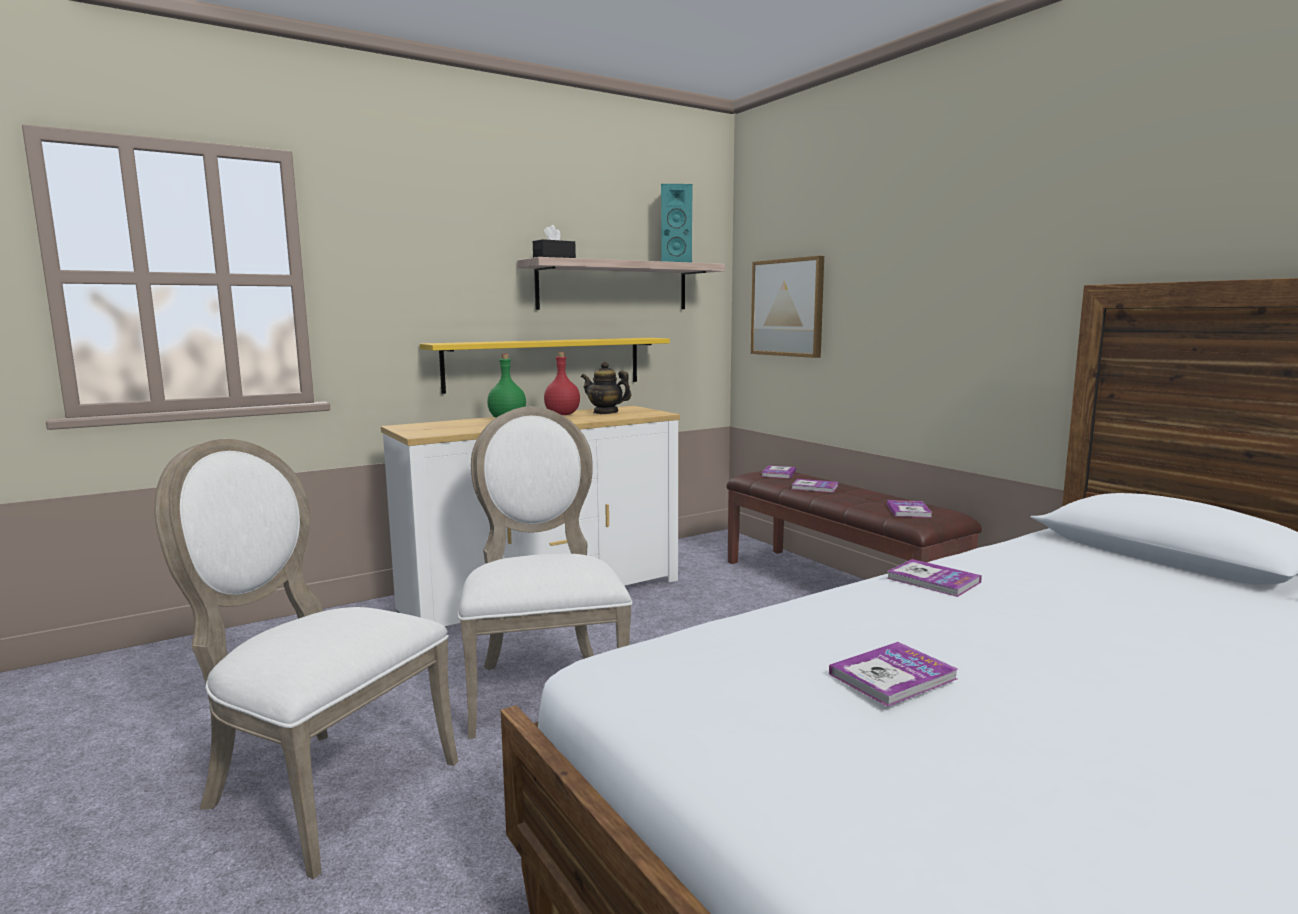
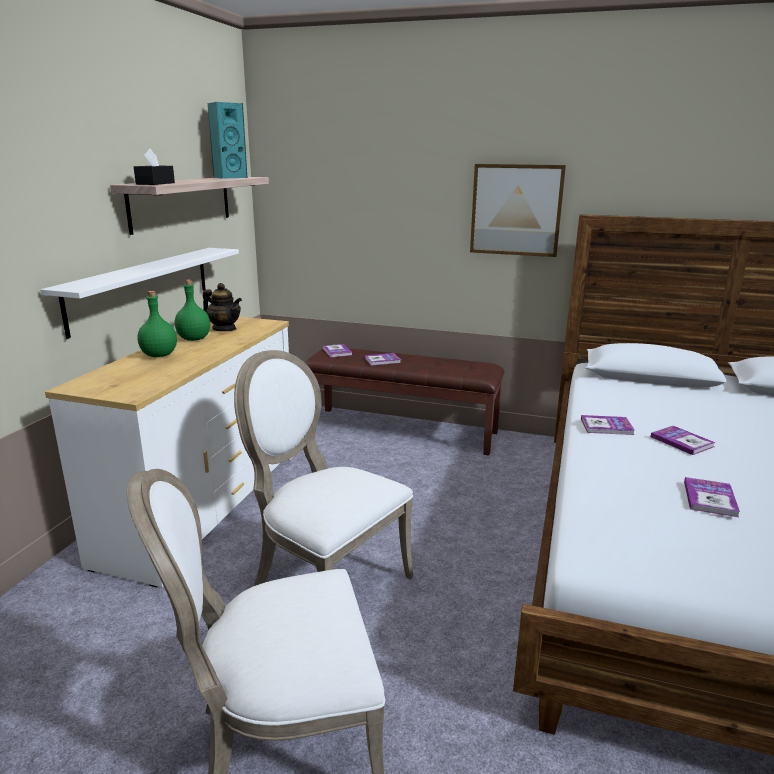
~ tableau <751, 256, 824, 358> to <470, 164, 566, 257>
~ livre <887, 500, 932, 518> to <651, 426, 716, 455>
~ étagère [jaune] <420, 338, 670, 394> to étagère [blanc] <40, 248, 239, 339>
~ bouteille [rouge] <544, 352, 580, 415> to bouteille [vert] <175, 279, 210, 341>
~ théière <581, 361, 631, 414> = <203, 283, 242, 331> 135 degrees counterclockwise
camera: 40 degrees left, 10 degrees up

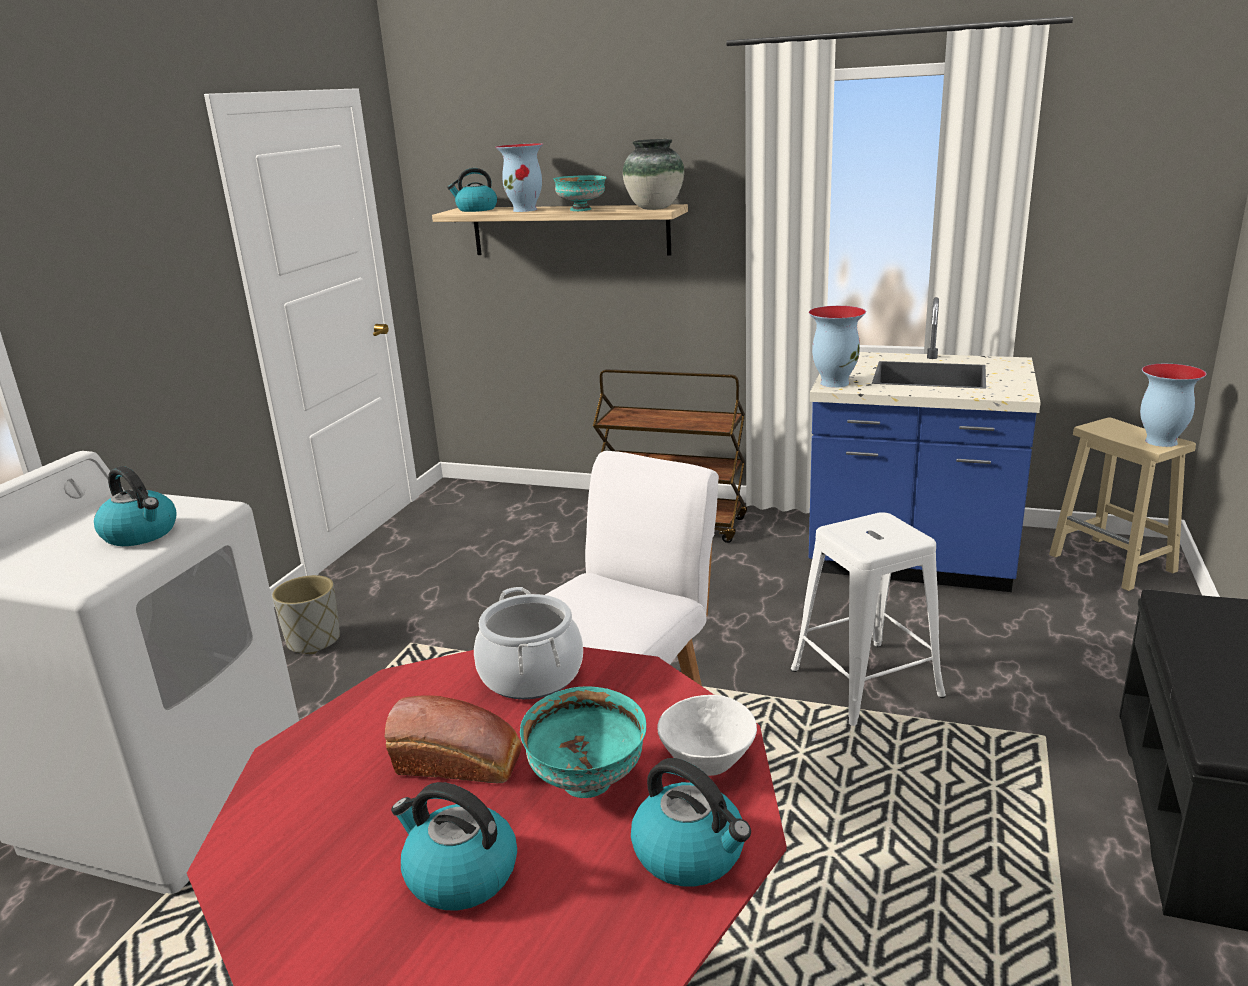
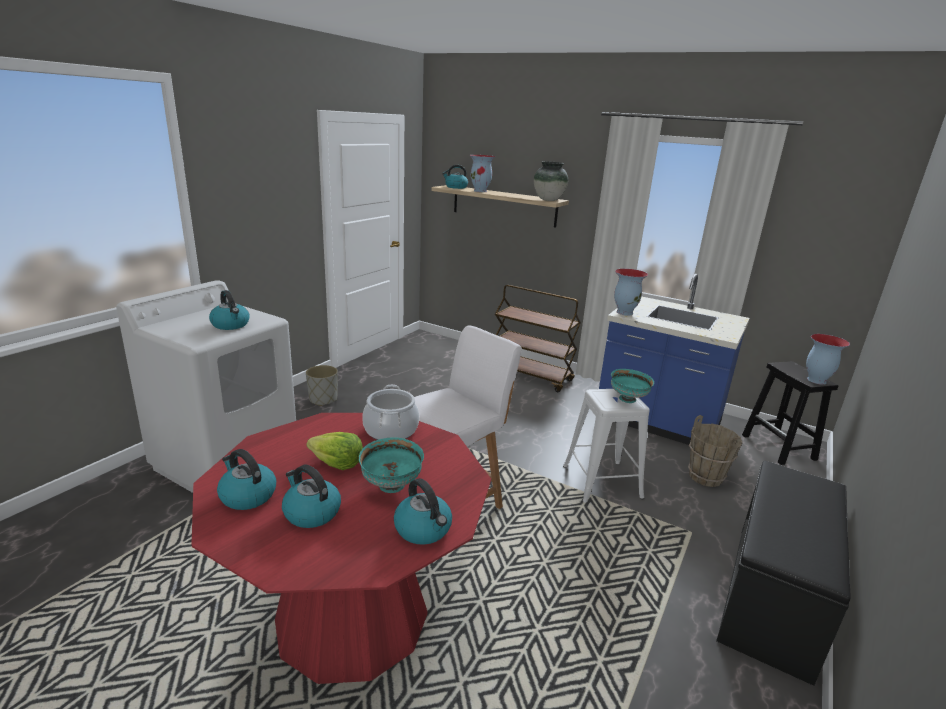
- bol [blanc] <657, 695, 757, 776>
+ bouilloire <217, 449, 276, 510>
+ seau [marron] <688, 415, 742, 487>
~ bol [turquoise] <553, 175, 607, 211> to <611, 369, 654, 403>
~ pain <384, 695, 522, 783> to laitue <307, 432, 363, 470>
~ tabouret [beige] <1049, 417, 1196, 591> to tabouret [noir] <742, 361, 838, 465>
camera: 10 degrees right, 0 degrees up

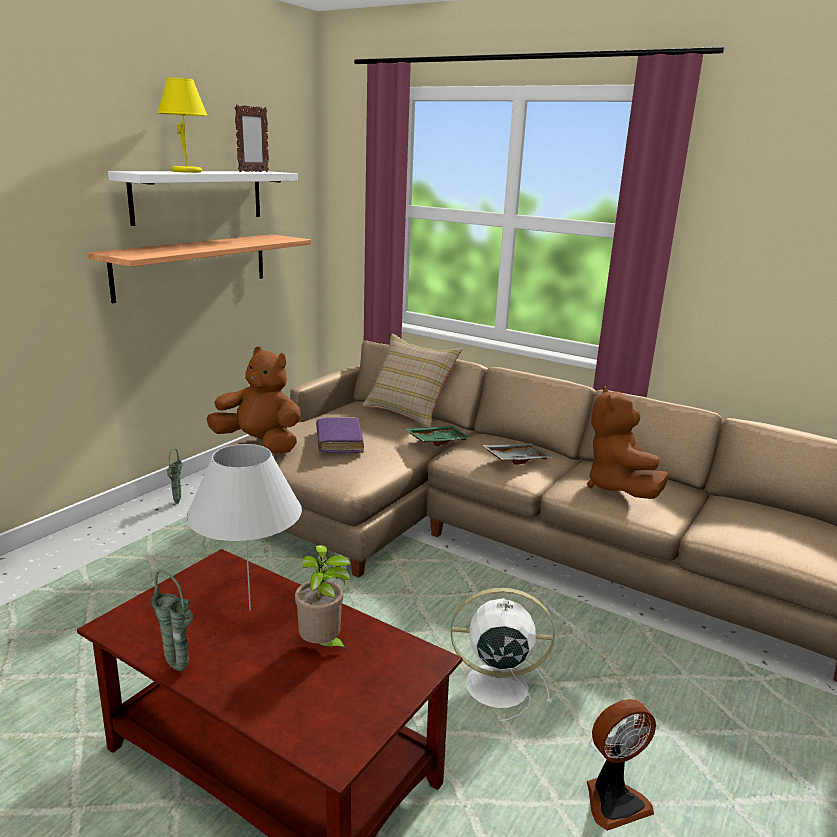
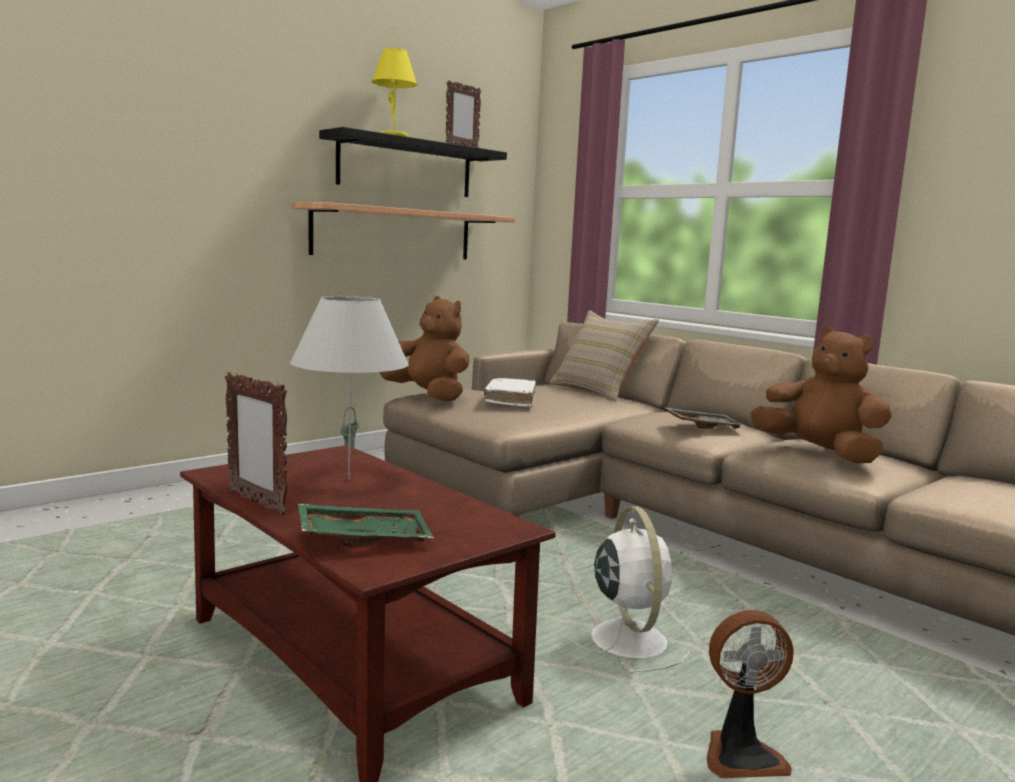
- plante en pot <295, 545, 351, 653>
~ plateau [vert] <406, 426, 471, 446> to <298, 503, 434, 547>
~ vase [vert] <151, 570, 194, 671> to cadre photo <225, 372, 287, 515>
~ étagère [blanc] <108, 171, 298, 226> to étagère [noir] <319, 127, 507, 197>
~ livre [violet] <316, 417, 364, 453> to livre [blanc] <483, 378, 536, 407>
~ ventilateur [blanc] <451, 588, 555, 721> = <574, 506, 689, 674> 60 degrees clockwise
~ peluche [marron] <587, 386, 668, 499> = <750, 327, 892, 463> 120 degrees clockwise
camera: 15 degrees right, 10 degrees down

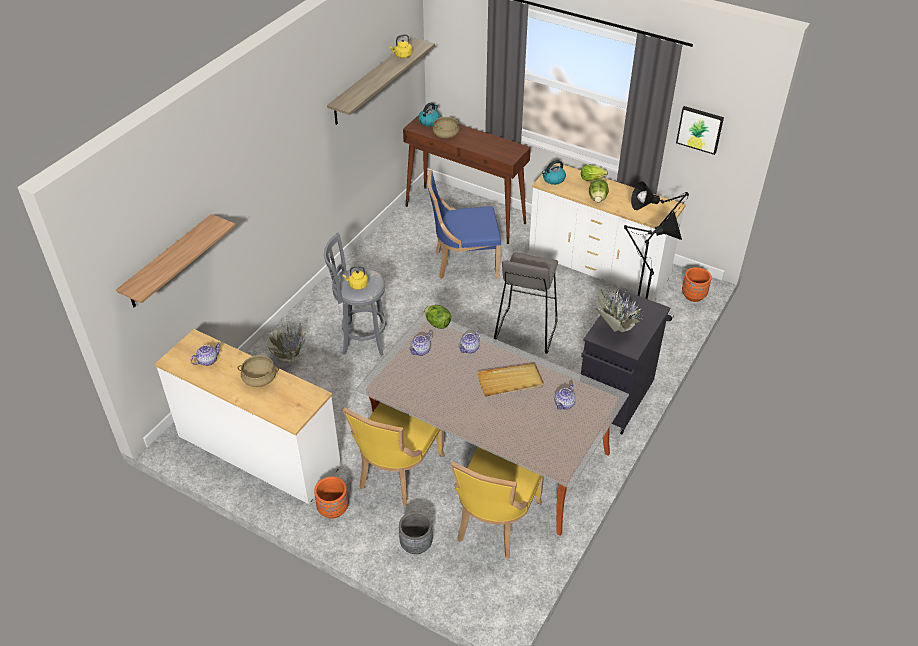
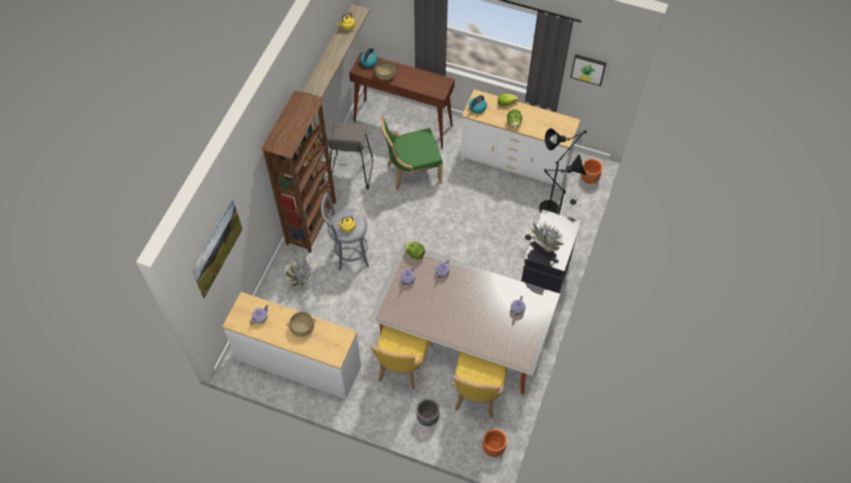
- plateau [beige] <477, 363, 544, 397>
+ bibliothèque [marron] <261, 90, 336, 253>
~ cache-pot [orange] <314, 477, 349, 518> to <483, 429, 507, 457>
~ tabouret [gris] <494, 252, 558, 354> to <327, 122, 373, 190>
~ étagère <116, 214, 236, 307> to tableau <192, 199, 243, 298>
~ chaise [bleu] <428, 170, 501, 279> to chaise [vert] <381, 115, 443, 190>
camera: 10 degrees left, 15 degrees up

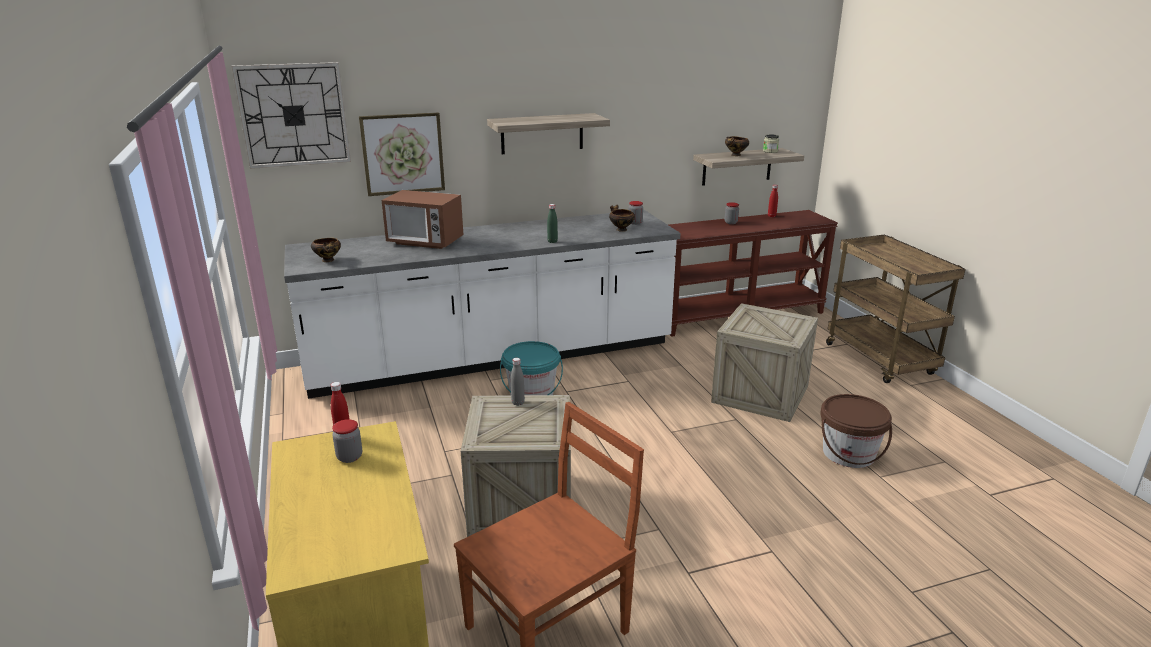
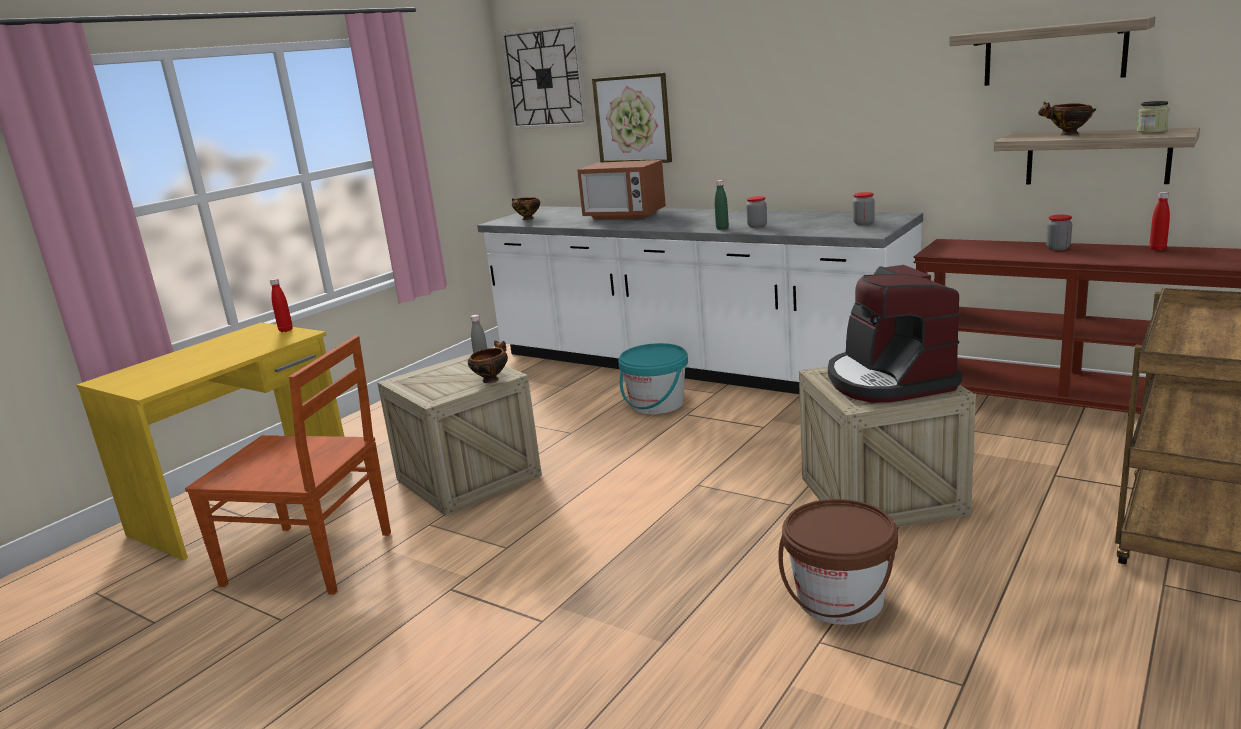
+ machine à café <828, 265, 962, 403>
~ bocal <332, 419, 362, 463> to <746, 196, 767, 228>
~ étagère <487, 113, 610, 154> to <949, 16, 1155, 86>
~ bol <609, 205, 635, 232> to <468, 340, 508, 383>
~ micro-ondes <381, 190, 463, 249> = <577, 160, 666, 219> 45 degrees counterclockwise
camera: 55 degrees right, 5 degrees down

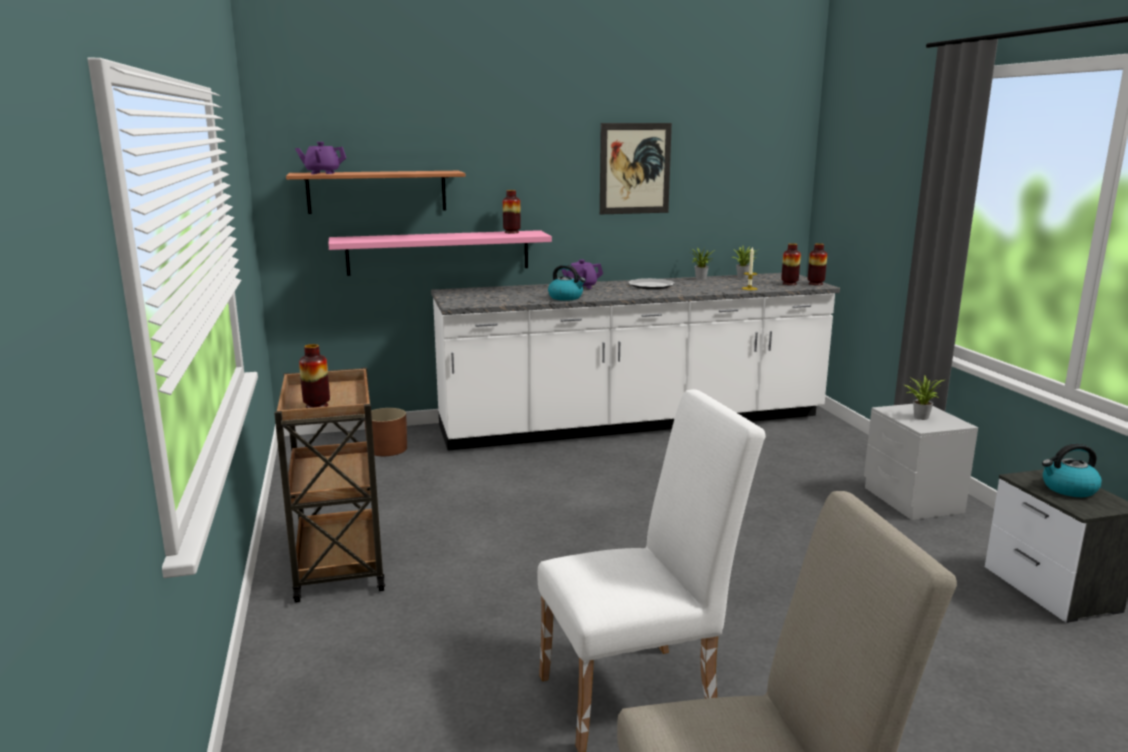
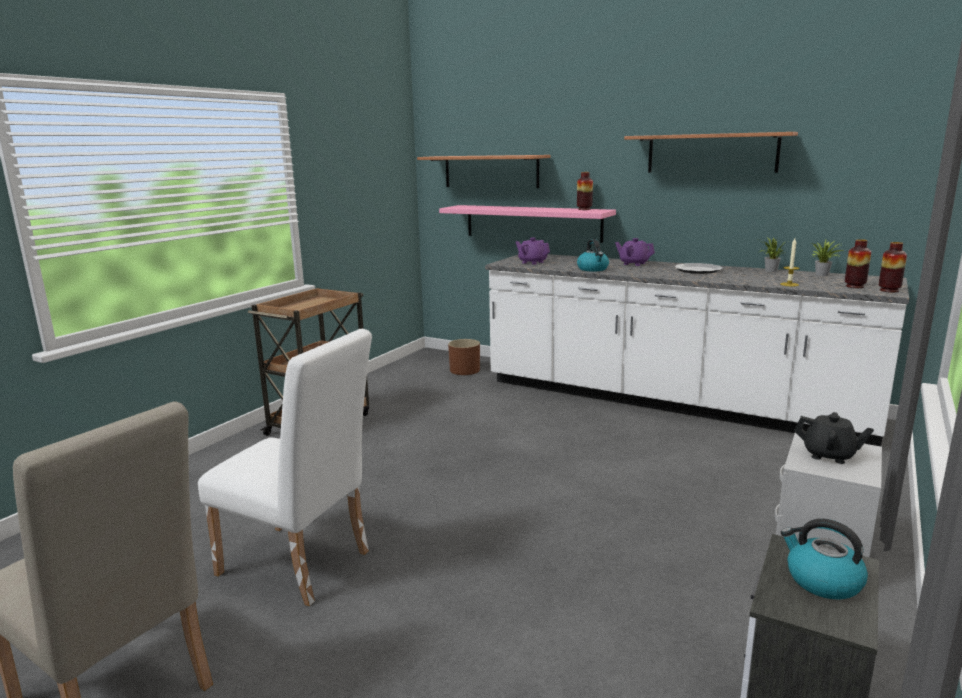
- vase <299, 344, 330, 408>
~ théière [violet] <295, 142, 346, 174> to <516, 238, 550, 265>
~ tableau <600, 123, 672, 214> to étagère <624, 132, 798, 173>
~ plante en pot <904, 376, 944, 420> to théière [noir] <794, 412, 874, 464>
camera: 45 degrees right, 0 degrees up

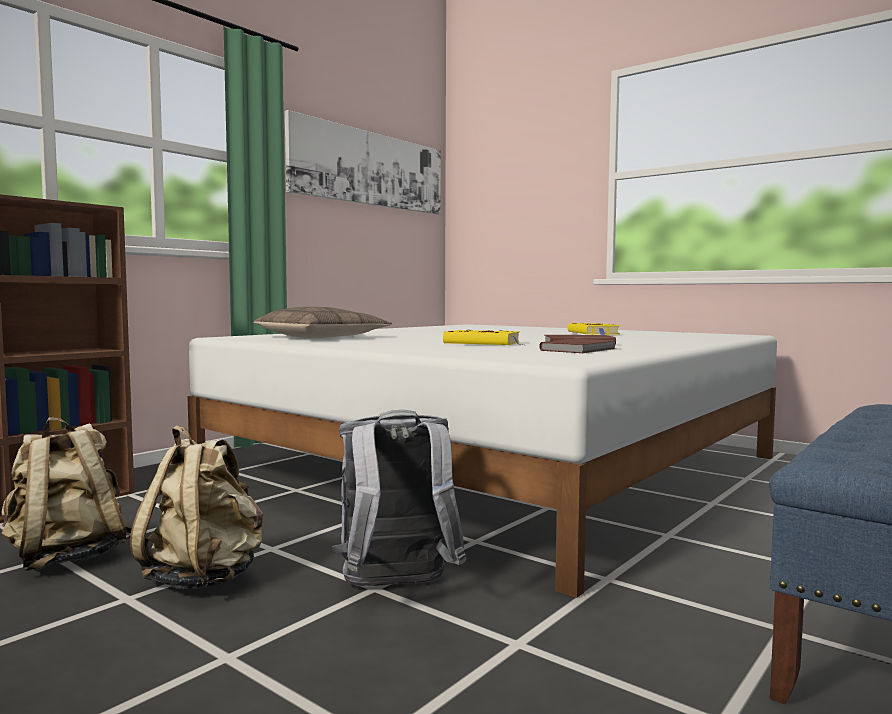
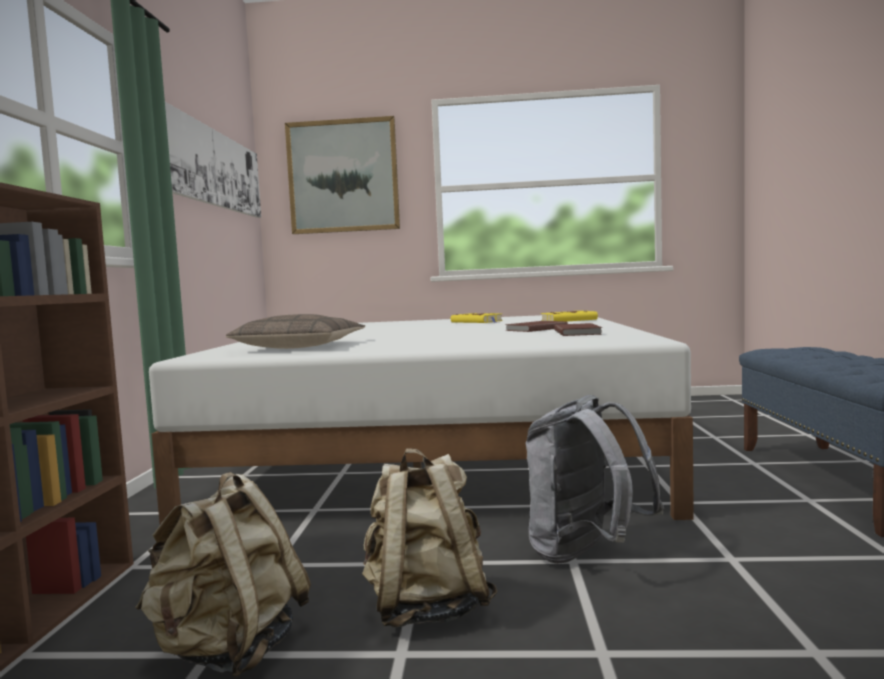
+ tableau <285, 116, 400, 234>
~ livre [jaune] <443, 330, 522, 345> to <541, 311, 598, 321>
camera: 35 degrees left, 0 degrees up

